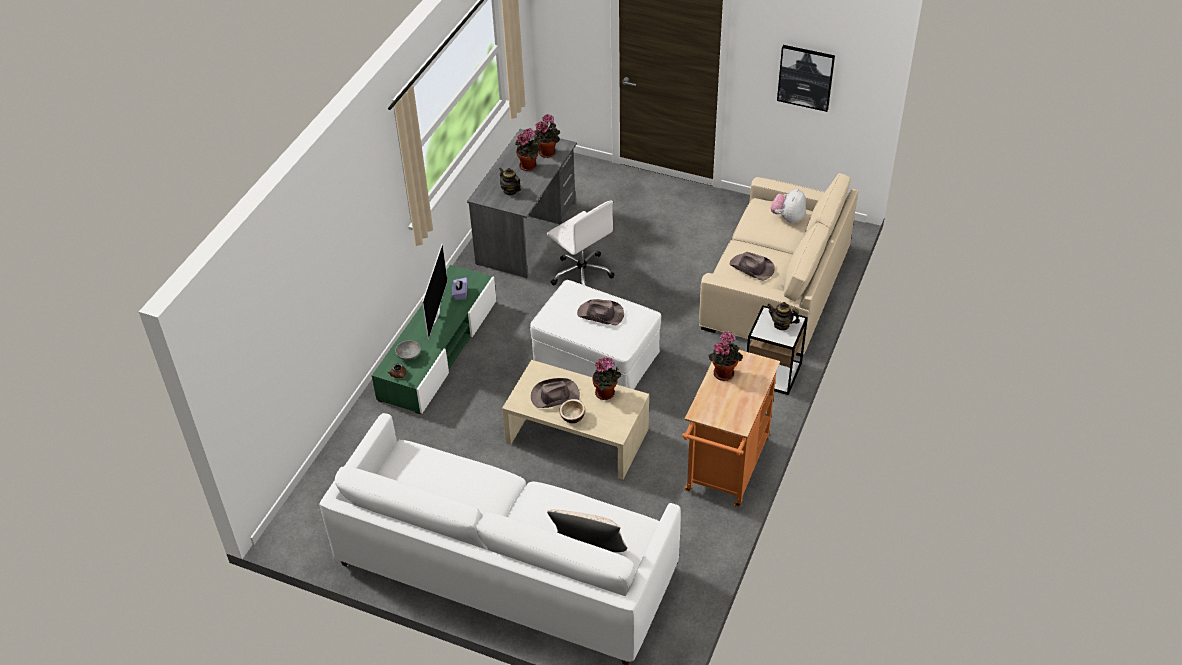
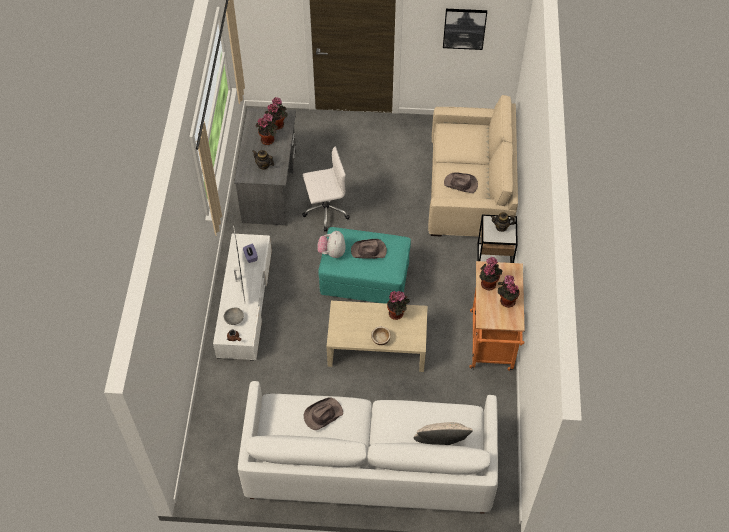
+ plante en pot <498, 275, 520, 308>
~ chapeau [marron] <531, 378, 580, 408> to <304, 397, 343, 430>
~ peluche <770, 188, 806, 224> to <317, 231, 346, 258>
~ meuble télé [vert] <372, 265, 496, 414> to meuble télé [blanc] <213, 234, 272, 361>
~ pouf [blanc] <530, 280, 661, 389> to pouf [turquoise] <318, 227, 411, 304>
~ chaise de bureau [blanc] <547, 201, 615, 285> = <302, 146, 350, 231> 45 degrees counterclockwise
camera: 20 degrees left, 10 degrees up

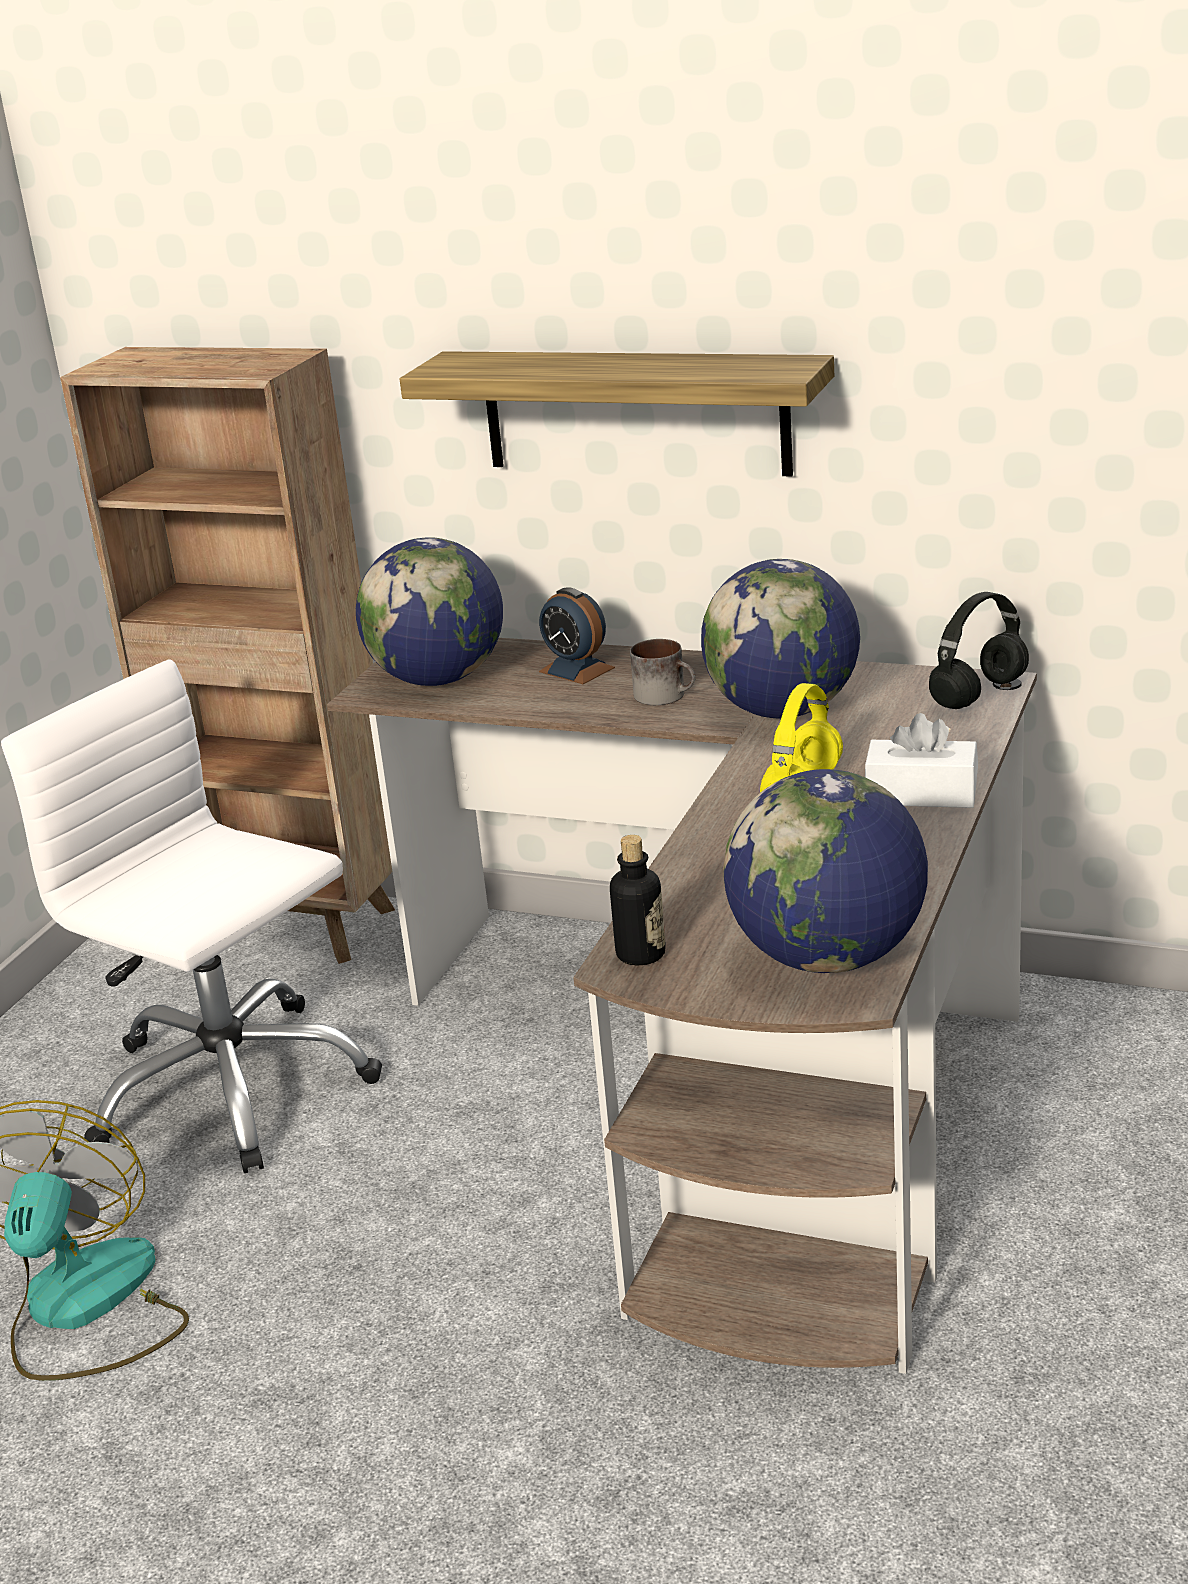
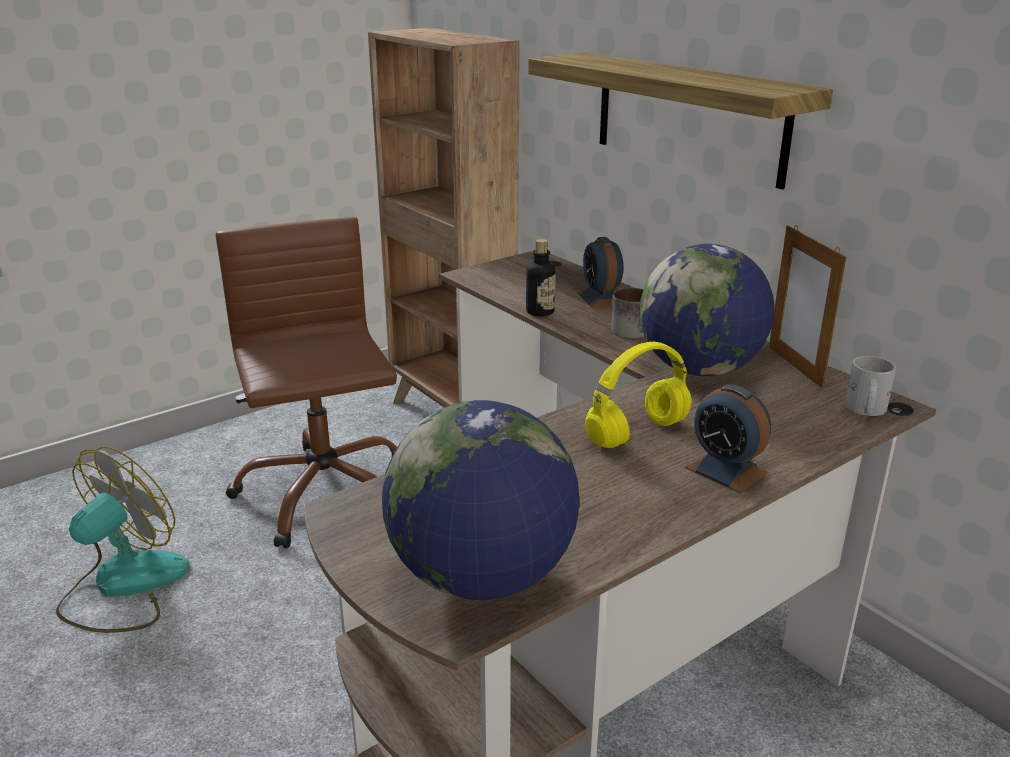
- globe <356, 537, 503, 686>
+ cadre photo <769, 225, 846, 388>
~ bouteille <610, 835, 666, 965> to <526, 239, 556, 316>
~ boîte à mouchoirs [blanc] <865, 713, 978, 808> to réveil <685, 384, 771, 493>
~ casque audio [noir] <929, 592, 1029, 709> to mug [blanc] <845, 356, 896, 416>
~ chaise de bureau [blanc] <1, 659, 382, 1173> to chaise de bureau [marron] <216, 217, 397, 549>
camera: 30 degrees right, 0 degrees up

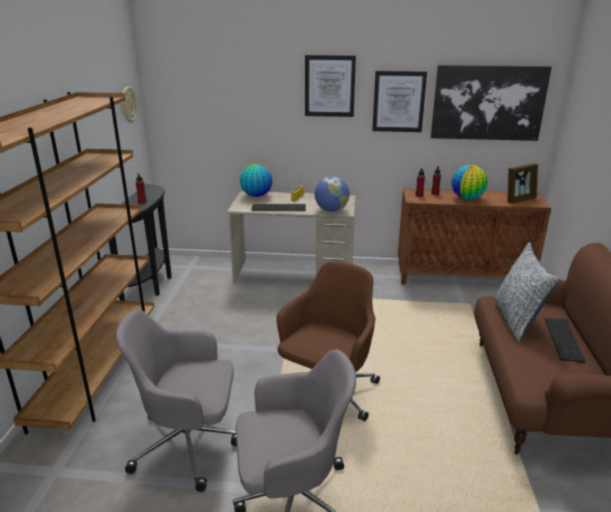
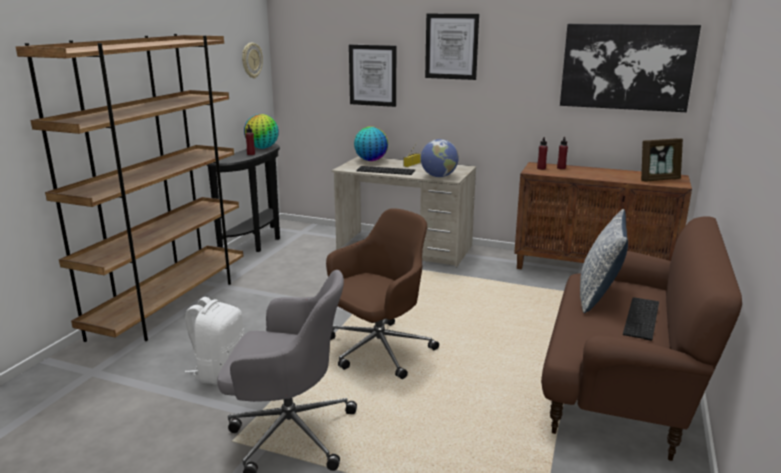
~ tableau <372, 71, 427, 132> to <349, 45, 396, 107>
~ globe <452, 165, 488, 200> to <244, 114, 279, 149>
~ chaise de bureau [gris] <116, 310, 237, 492> to sac à dos [blanc] <185, 297, 244, 384>
camera: 15 degrees right, 5 degrees down

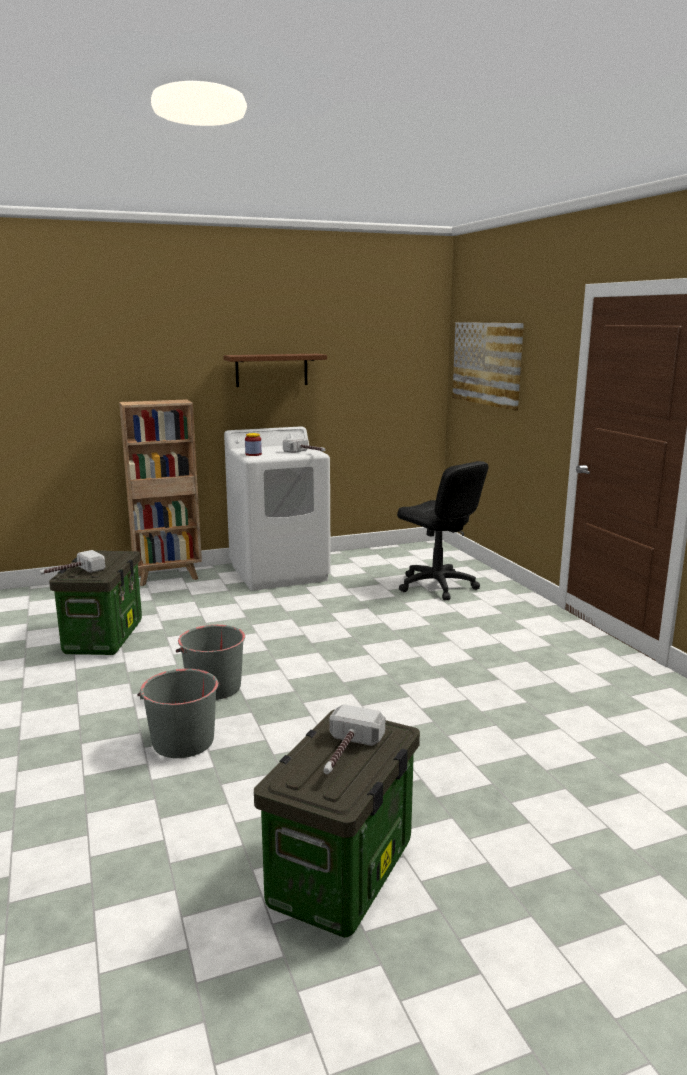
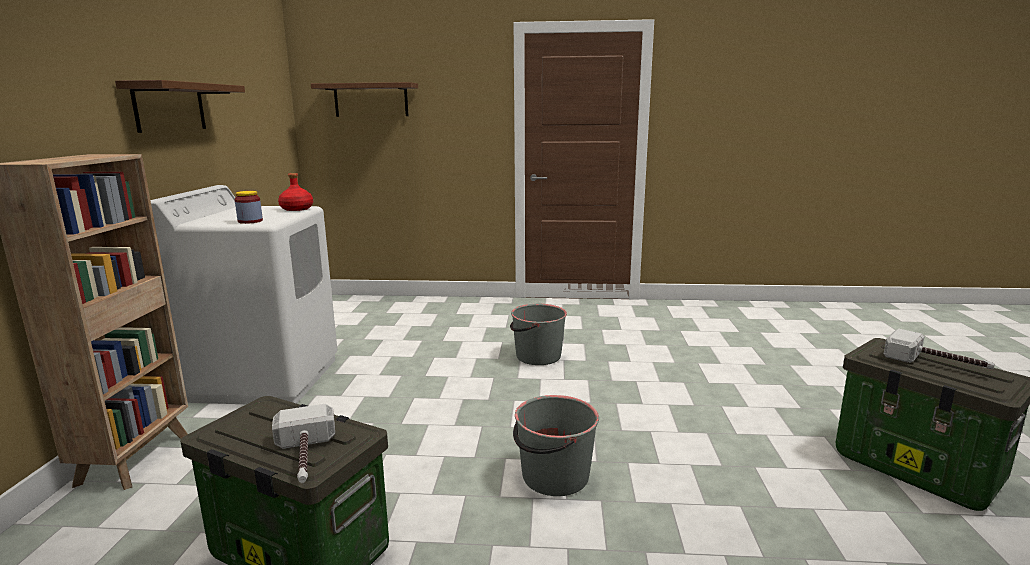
- chaise de bureau [noir] <397, 461, 489, 600>
~ seau [gris] <137, 669, 220, 758> to <510, 304, 567, 365>
~ marteau <283, 437, 326, 453> to bouteille [rouge] <278, 173, 313, 211>
~ tableau <452, 322, 524, 411> to étagère [marron] <311, 82, 418, 117>
camera: 65 degrees left, 0 degrees up

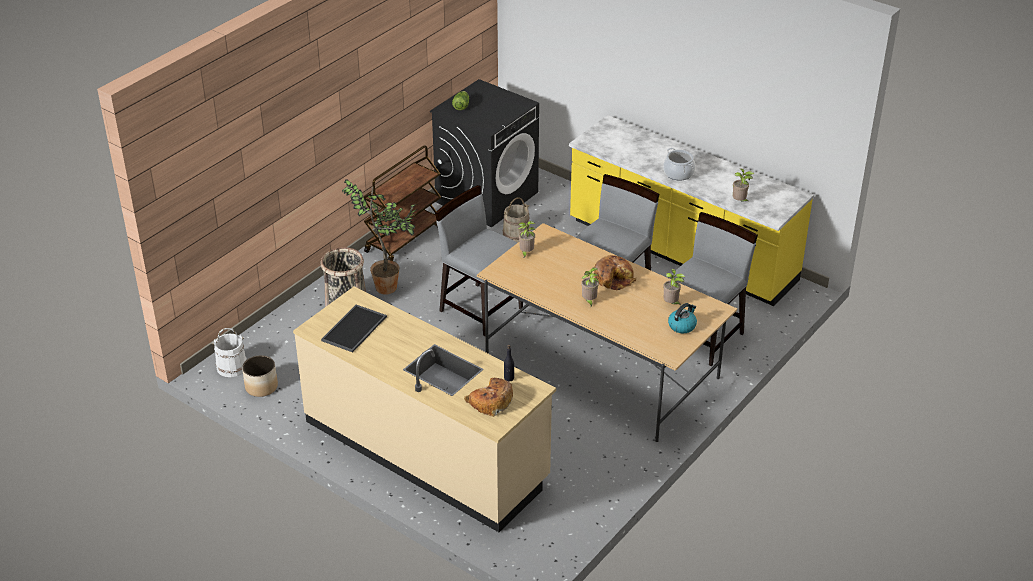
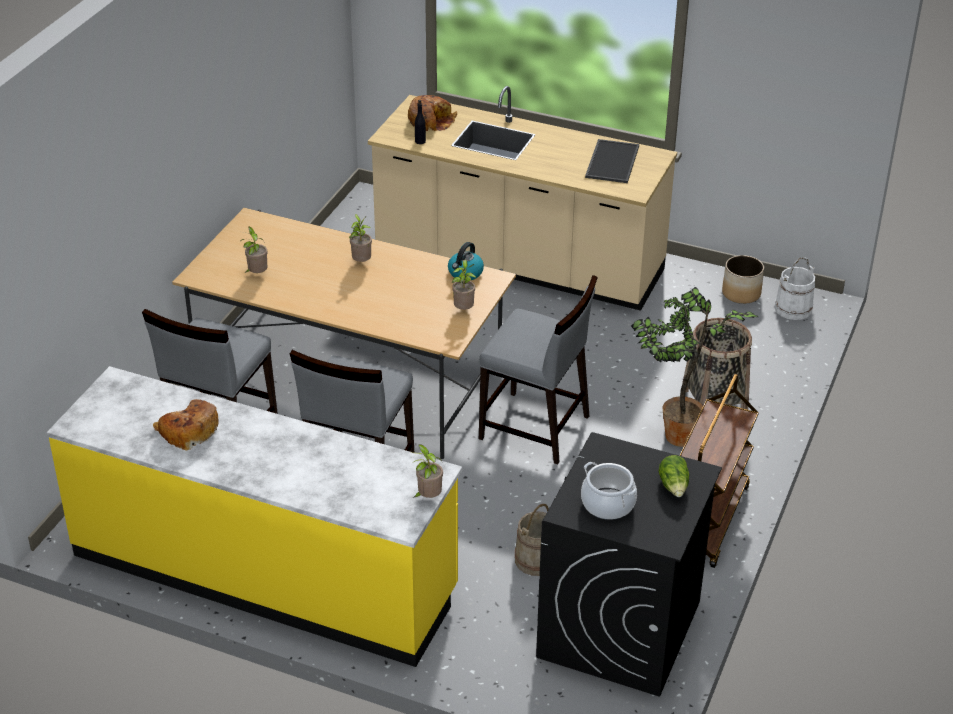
~ pain <594, 255, 637, 291> to <153, 399, 219, 450>
~ marmite <663, 148, 695, 181> to <581, 462, 637, 520>
~ bouilloire <668, 303, 697, 333> to <448, 242, 484, 280>
~ plante en pot <733, 168, 754, 202> to <412, 444, 443, 498>
camera: 165 degrees right, 0 degrees up

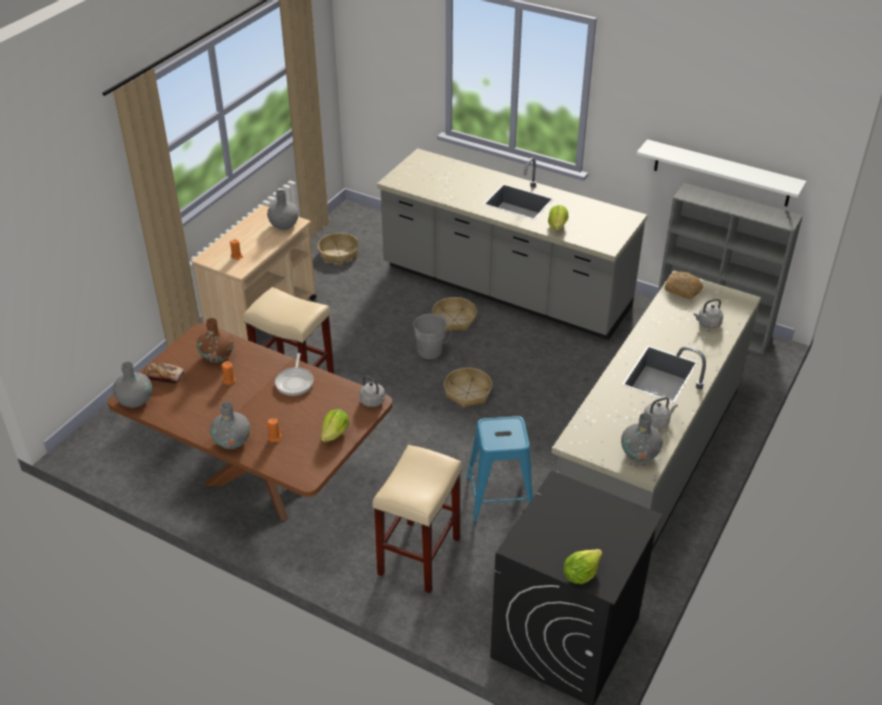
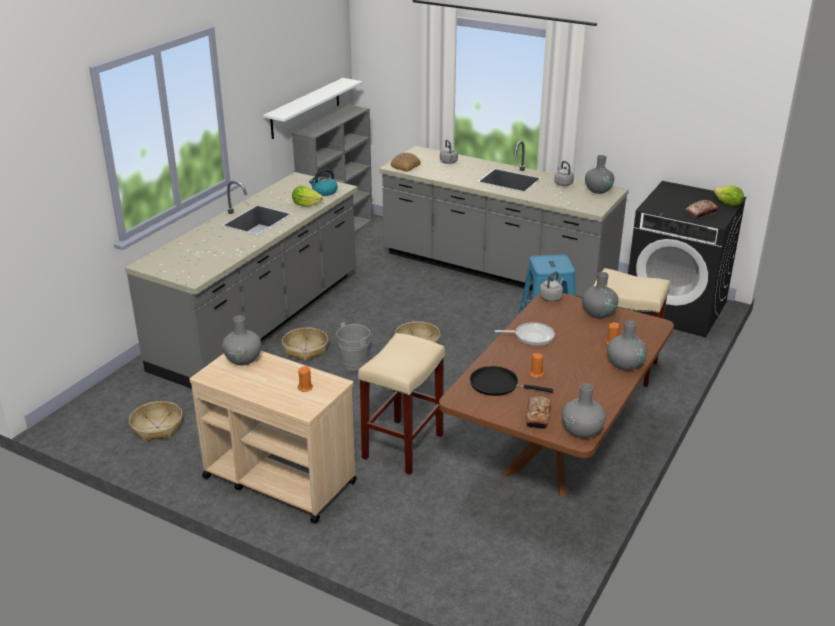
+ bouilloire <309, 169, 338, 196>
+ pain <686, 200, 718, 218>
~ vase [marron] <197, 318, 234, 363> to poêle [noir] <470, 366, 553, 396>
~ laitue <321, 409, 349, 442> to vase [gris] <582, 272, 619, 319>
camera: 90 degrees left, 10 degrees down

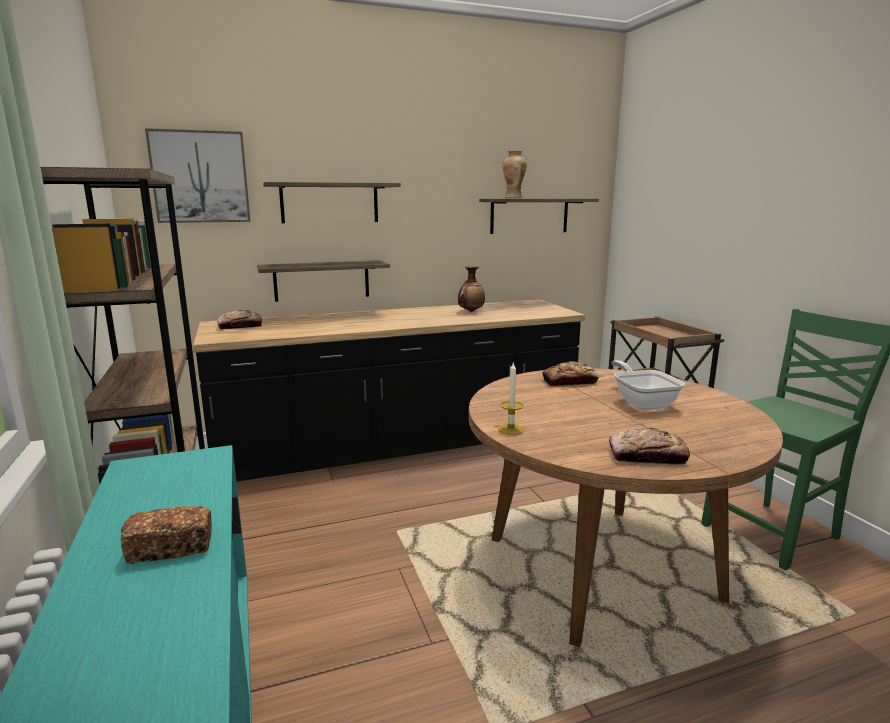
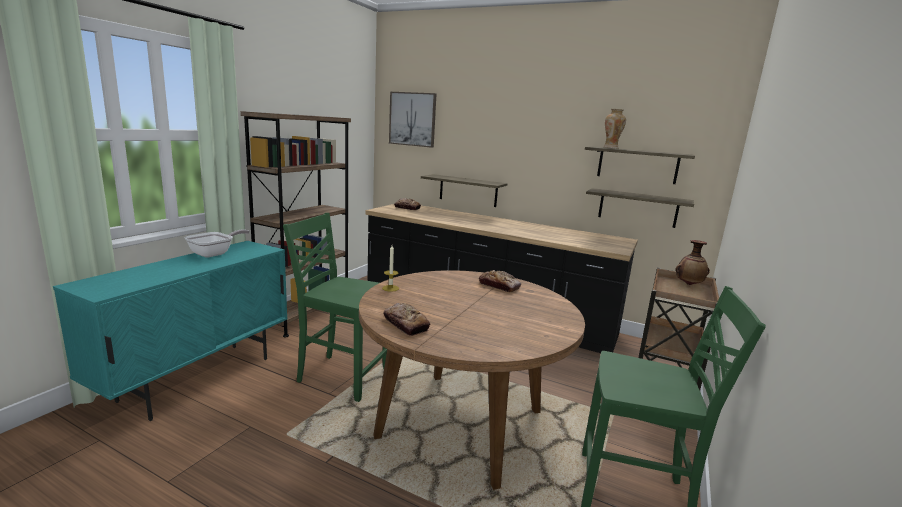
- pain <121, 506, 212, 564>
+ chaise [vert] <283, 213, 387, 402>
~ étagère <263, 182, 401, 223> to <586, 188, 694, 228>
~ vase <458, 266, 485, 312> to <675, 240, 710, 285>
~ poêle <612, 360, 685, 410> to <184, 229, 249, 258>
camera: 45 degrees right, 0 degrees up

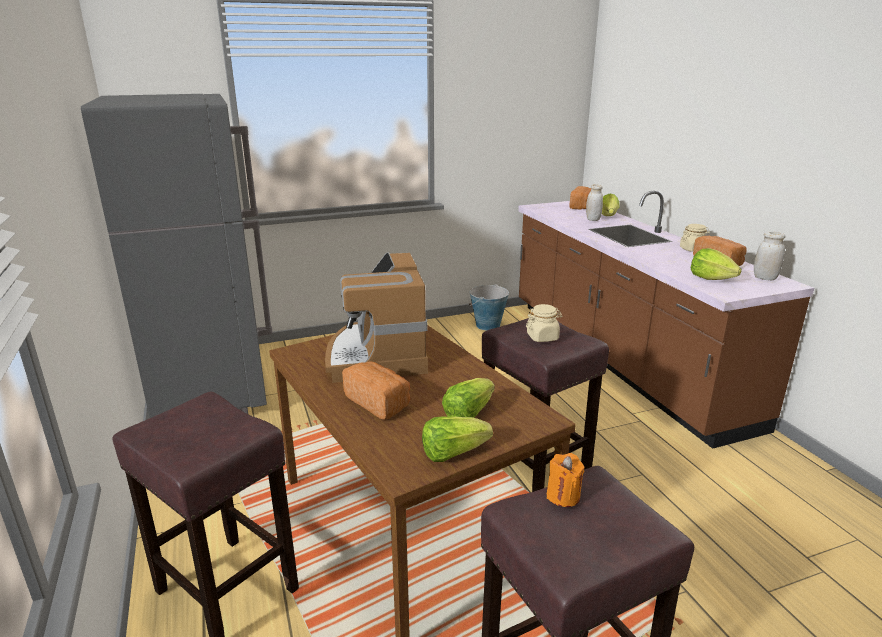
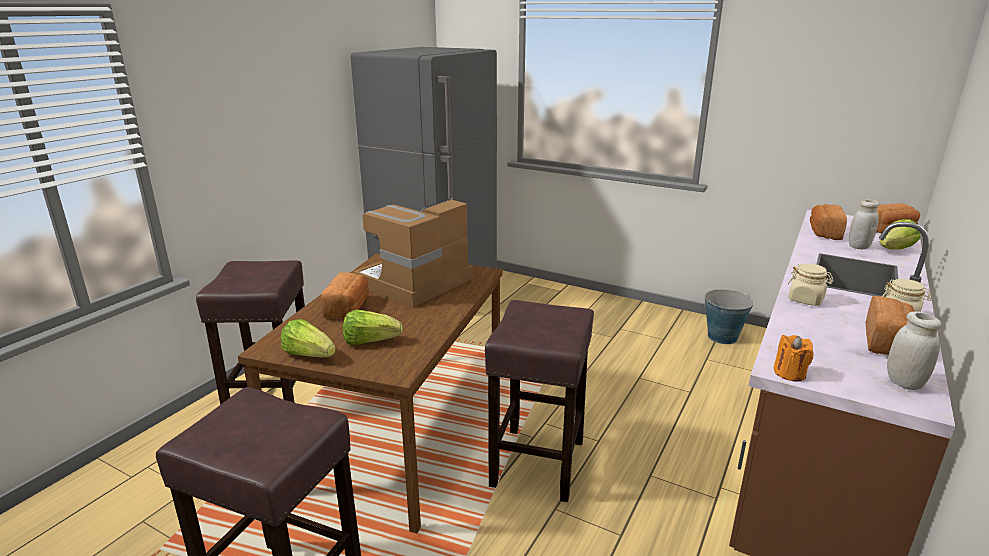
- laitue <691, 248, 742, 280>
+ pain <810, 204, 847, 240>
~ bocal [beige] <526, 304, 562, 342> to <788, 264, 834, 306>
~ bougie [orange] <547, 453, 585, 507> to <773, 335, 813, 382>
camera: 50 degrees right, 0 degrees up

